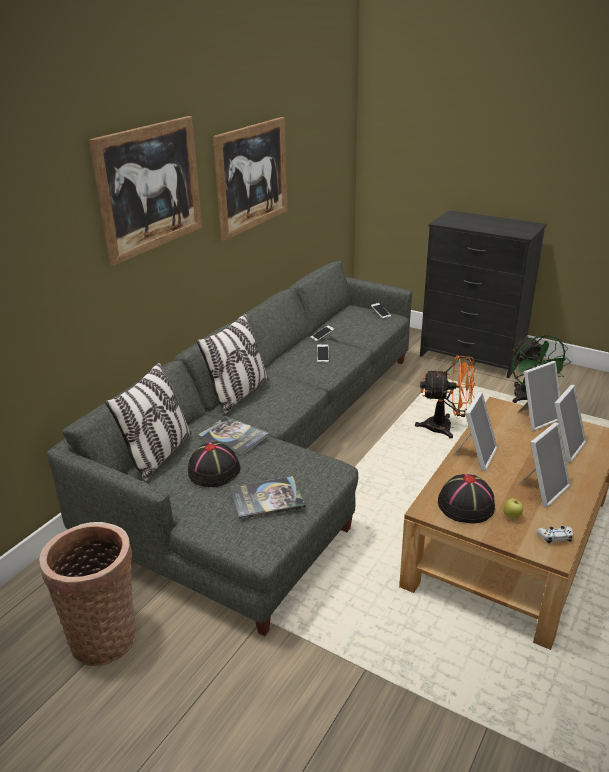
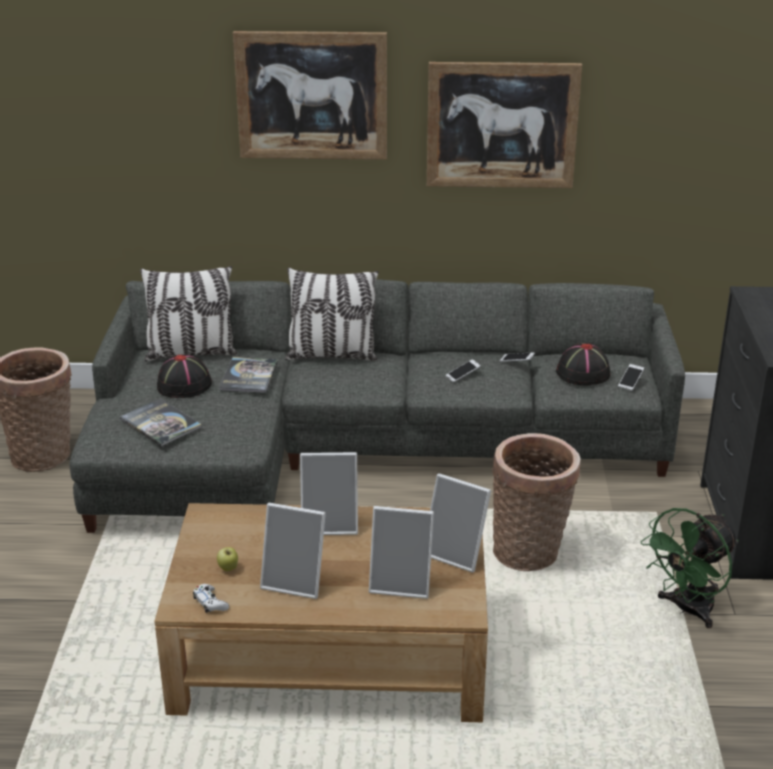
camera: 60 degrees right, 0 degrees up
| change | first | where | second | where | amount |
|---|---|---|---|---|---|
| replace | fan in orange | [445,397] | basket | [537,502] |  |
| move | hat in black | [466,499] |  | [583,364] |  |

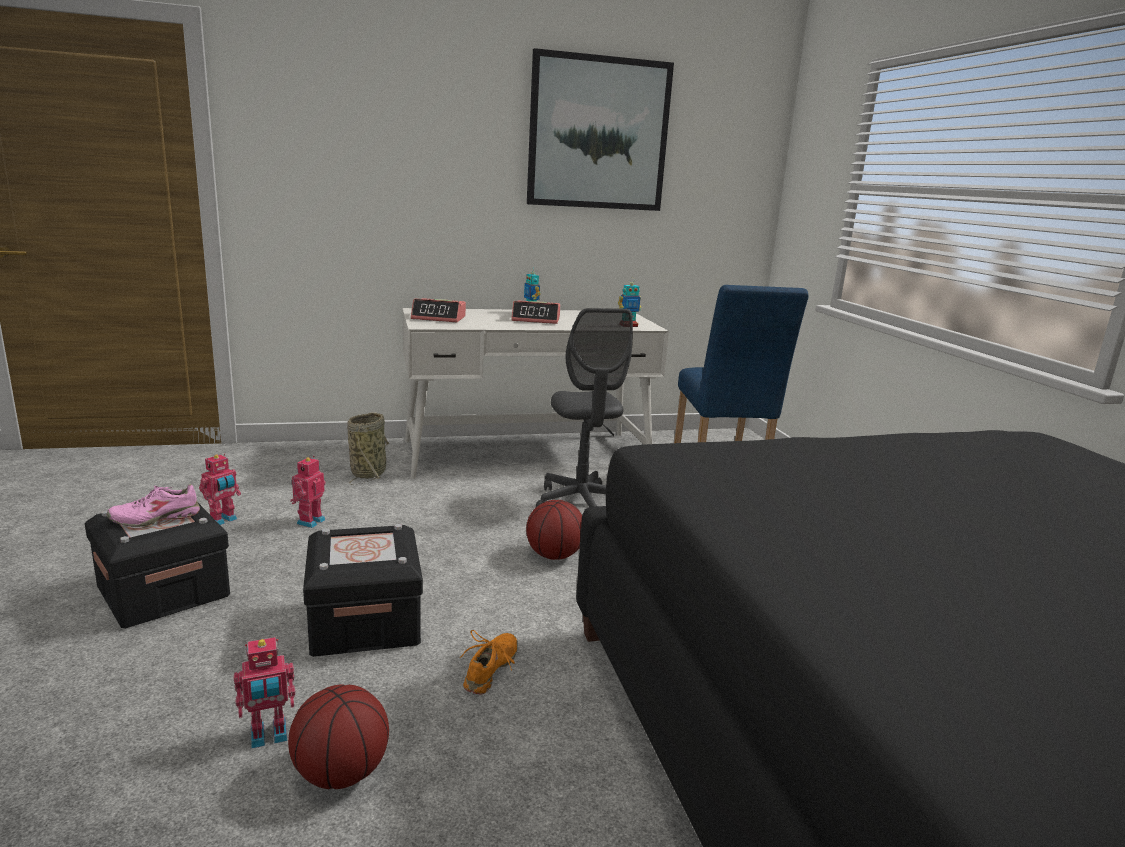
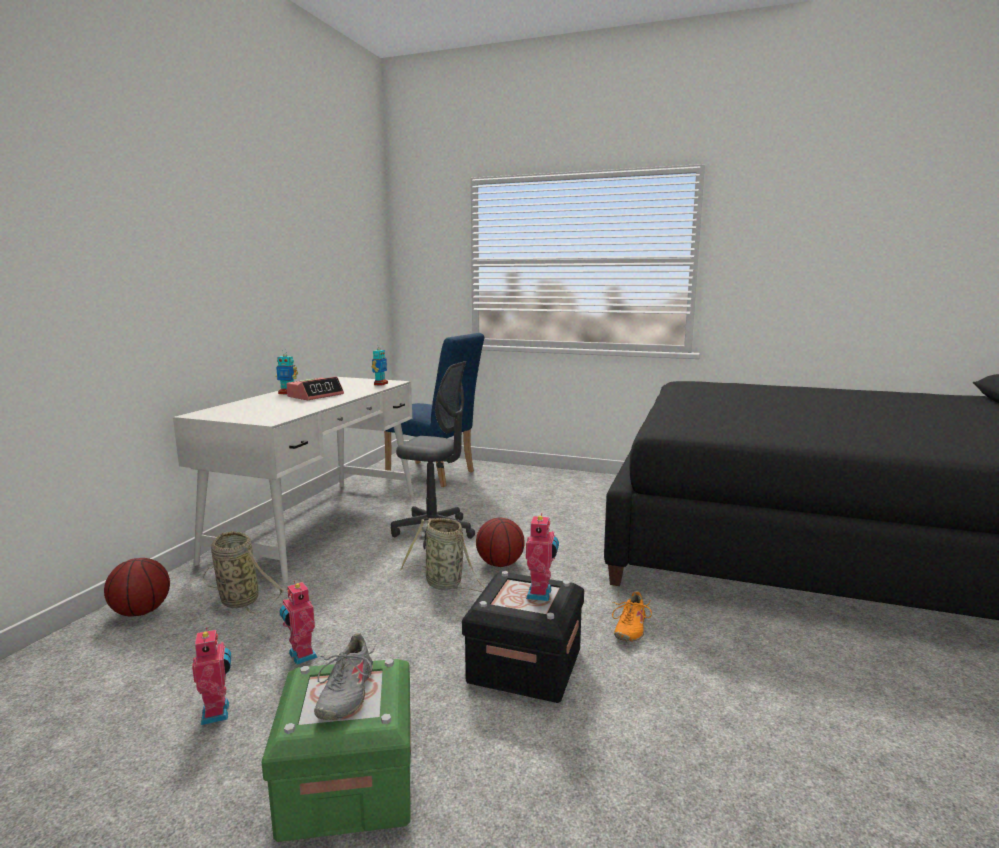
camera: 55 degrees left, 5 degrees down
| change | first | where | second | where | amount |
|---|---|---|---|---|---|
| recolor | storage box in black | [157,566] | storage box in green | [336,750] |  |
| recolor | shoe in pink | [153,505] | shoe in grey | [345,676] |  |
| move | toy robot | [264,692] |  | [542,557] |  |
| move | basketball | [338,736] |  | [137,587] |  |
| delete | alarm clock | [438,310] |  |  |  |
| rotate | shoe in orange | [489,662] |  | [632,616] | 120 degrees counterclockwise |
| delete | picture | [600,129] |  |  |  |
| insert |  |  | basket | [443,555] |  |

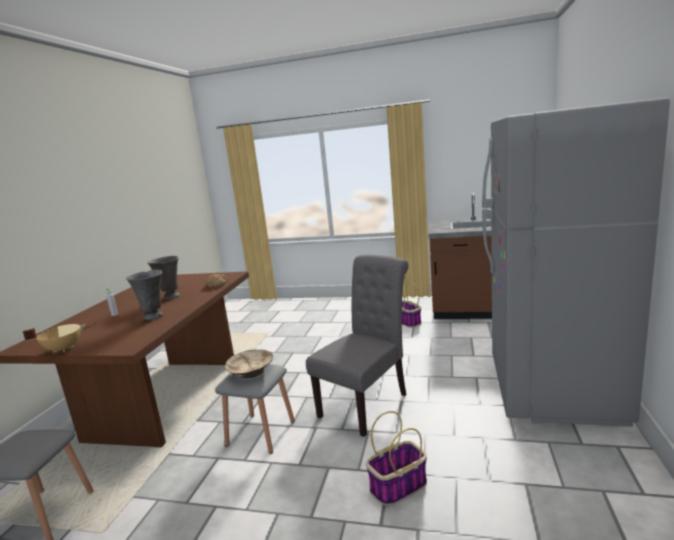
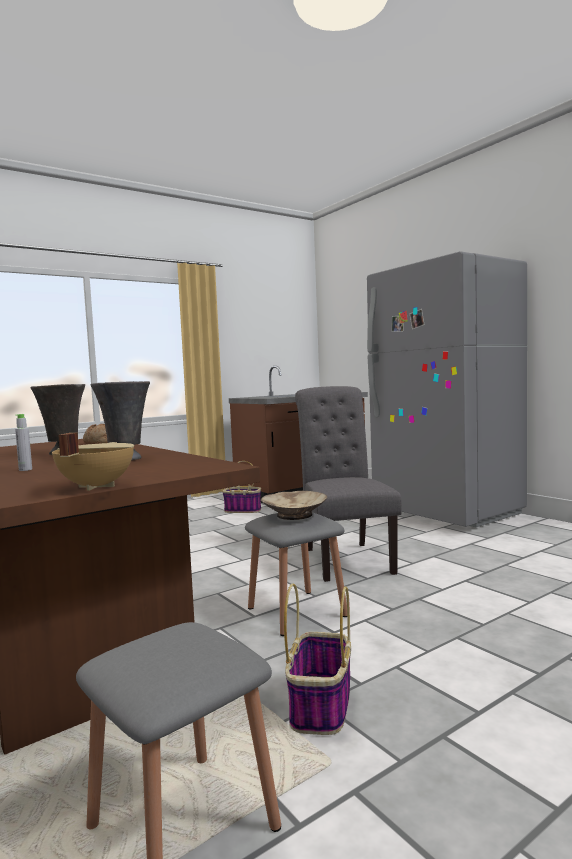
camera: 50 degrees left, 10 degrees down
| change | first | where | second | where | amount |
|---|---|---|---|---|---|
| move | basket | [396,458] |  | [317,659] |  |

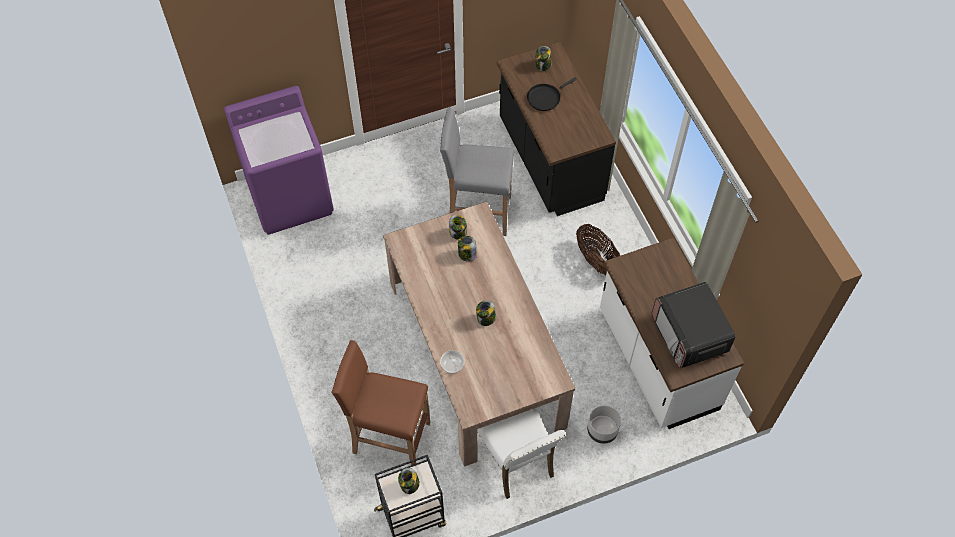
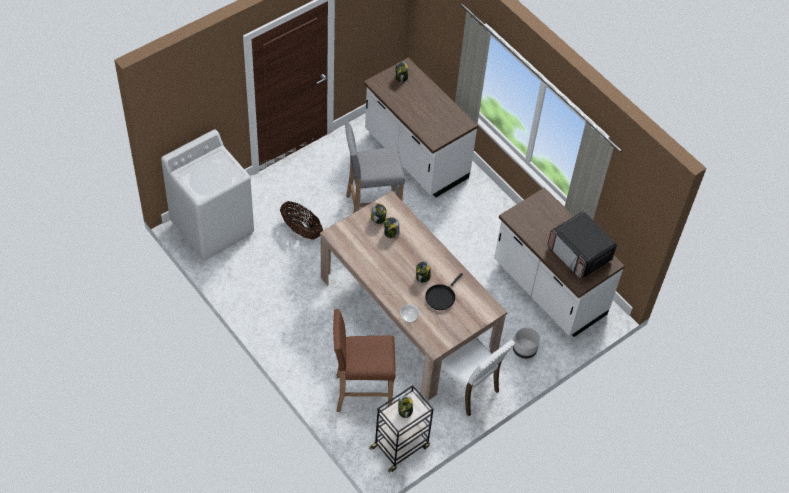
camera: 20 degrees left, 5 degrees down
| change | first | where | second | where | amount |
|---|---|---|---|---|---|
| recolor | washing machine in purple | [279,160] | washing machine in white | [207,195] |  |
| recolor | counter in black | [556,129] | counter in white | [421,127] |  |
| move | frying pan in black | [552,94] |  | [444,291] |  |
| move | basket | [598,250] |  | [301,220] |  |

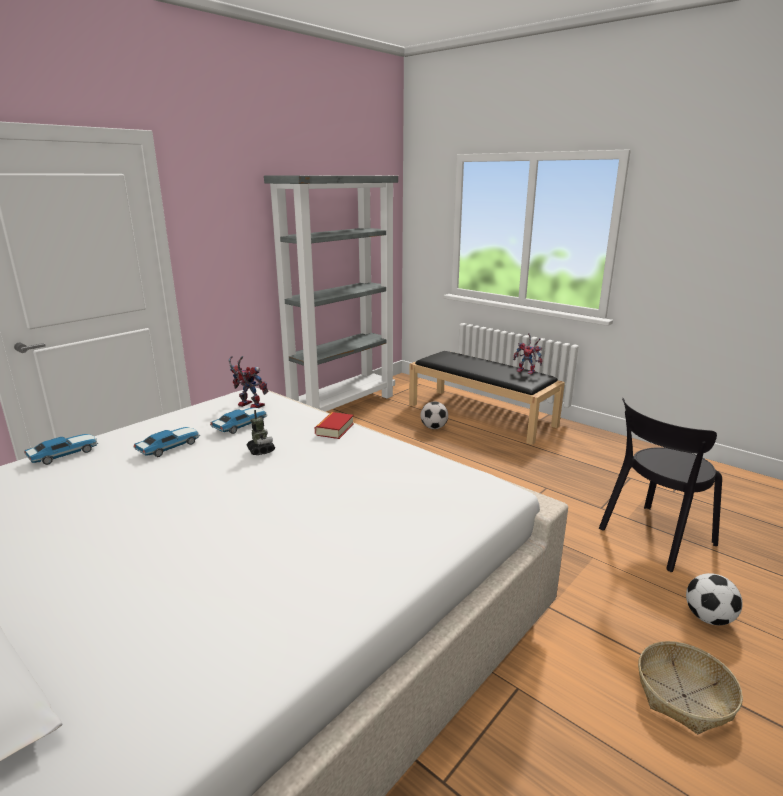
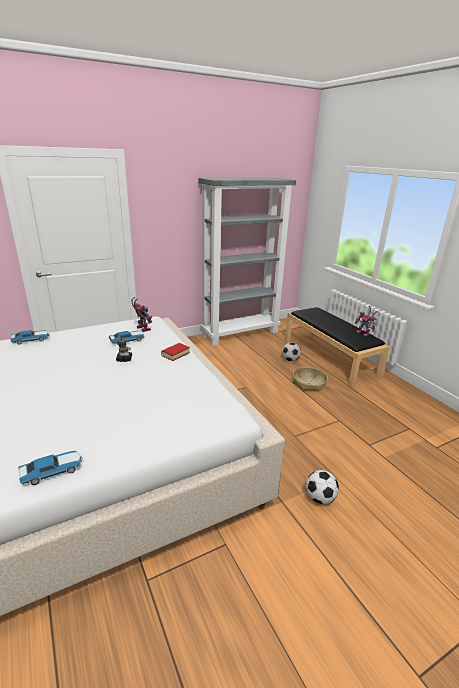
camera: 20 degrees right, 5 degrees up
| change | first | where | second | where | amount |
|---|---|---|---|---|---|
| move | toy car | [167,442] |  | [50,468] |  |
| delete | chair in black | [660,485] |  |  |  |
| move | basket | [690,687] |  | [310,379] |  |
| move | football | [714,599] |  | [322,487] |  |

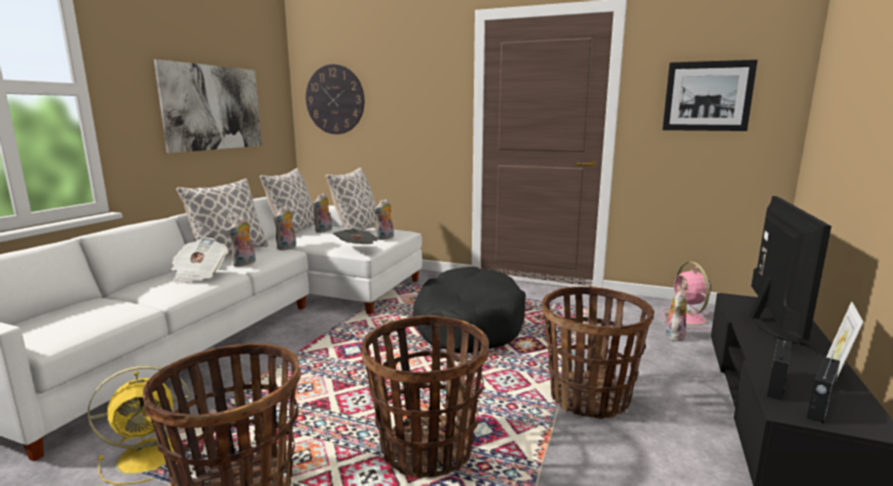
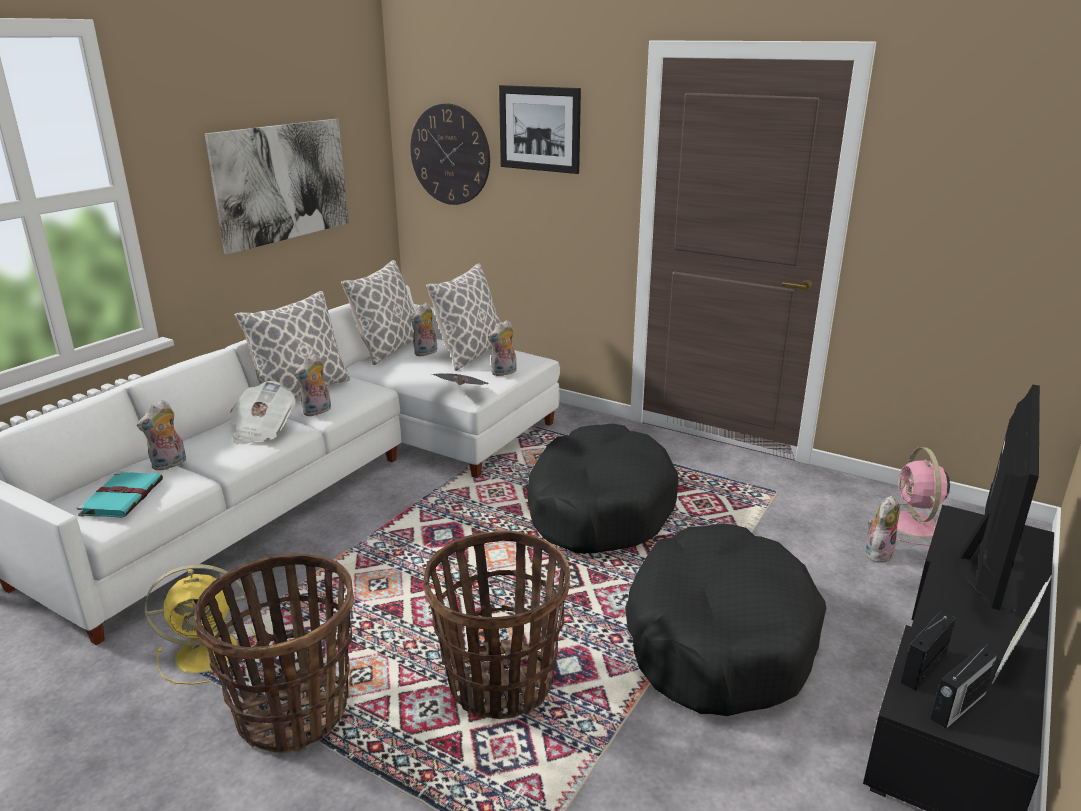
camera: 10 degrees right, 10 degrees up
| change | first | where | second | where | amount |
|---|---|---|---|---|---|
| move | plush toy | [285,228] |  | [161,435] |  |
| replace | basket | [598,353] | dog bed in black | [725,620] |  |
| move | picture | [710,95] |  | [540,129] |  |
| insert |  |  | book in turquoise | [120,494] |  |

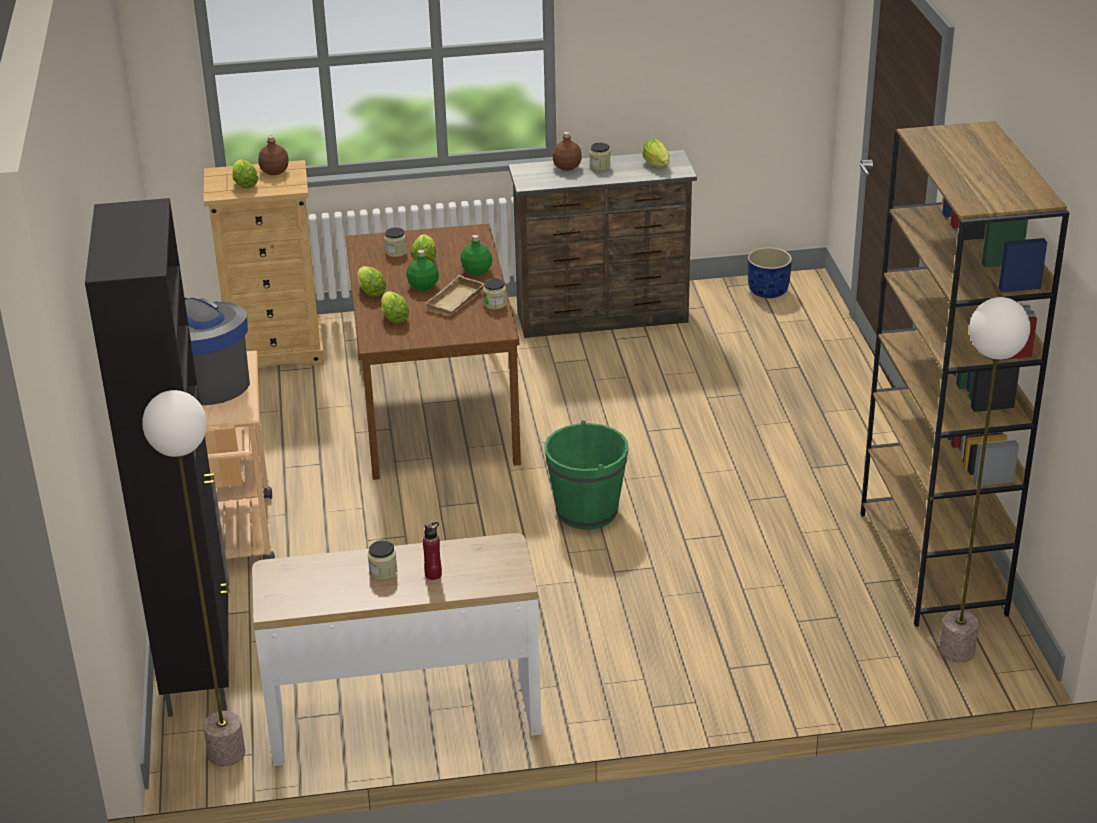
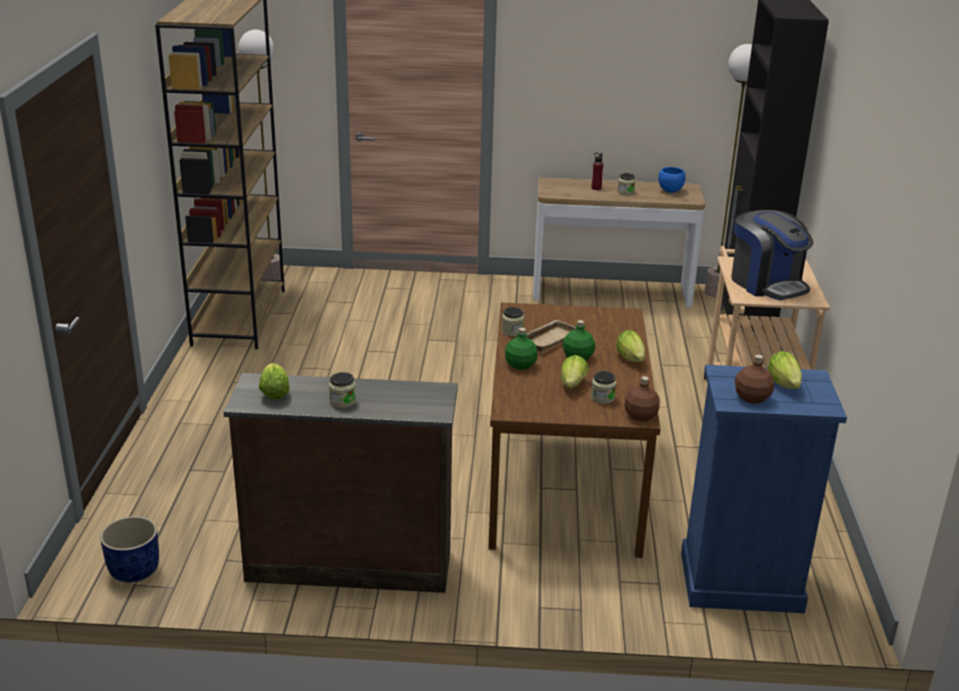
camera: 170 degrees left, 5 degrees down
| change | first | where | second | where | amount |
|---|---|---|---|---|---|
| recolor | dresser in beige | [264,264] | dresser in blue | [764,489] |  |
| delete | lettuce | [395,307] |  |  |  |
| delete | bucket in green | [586,475] |  |  |  |
| move | bottle in brown | [567,151] |  | [642,398] |  |
| insert |  |  | bowl in blue | [672,180] |  |

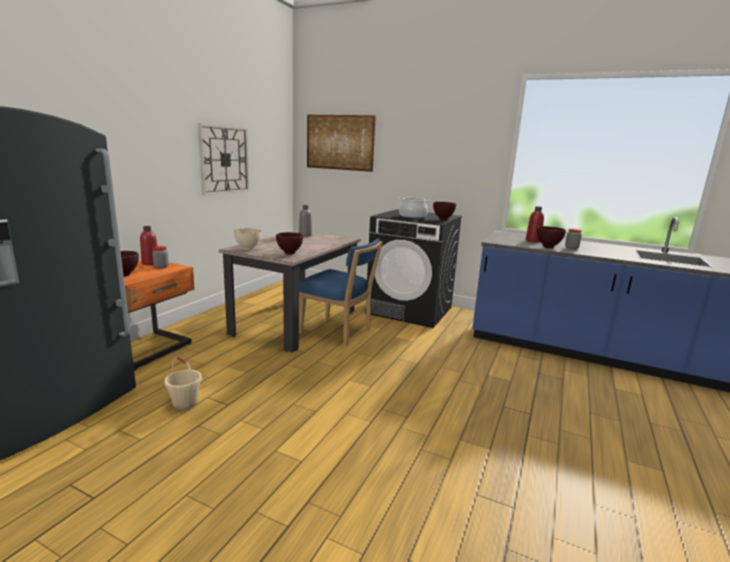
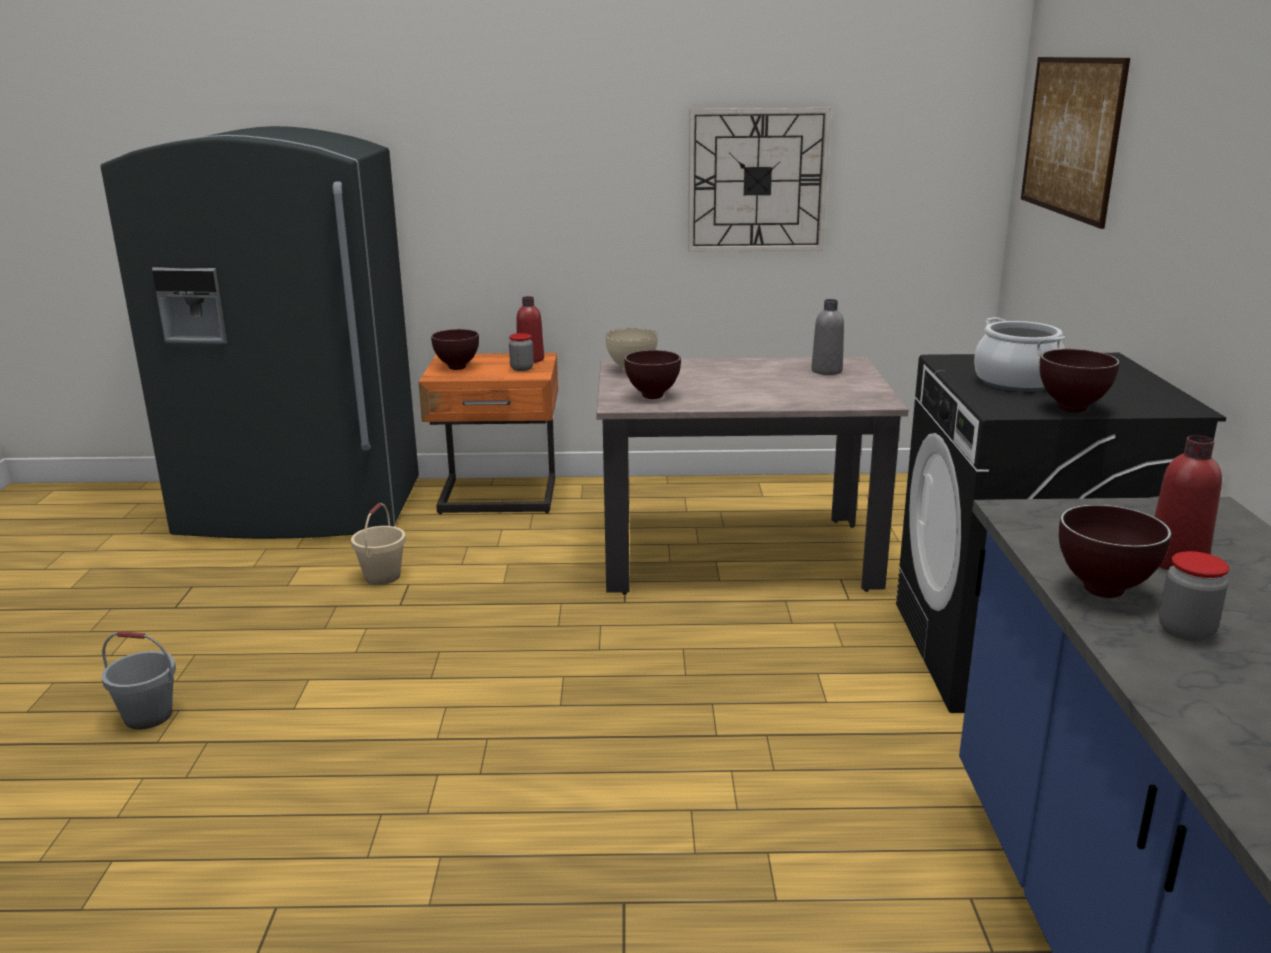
camera: 65 degrees right, 5 degrees up
| change | first | where | second | where | amount |
|---|---|---|---|---|---|
| delete | chair in blue | [341,292] |  |  |  |
| insert |  |  | bucket in grey | [138,680] |  |

